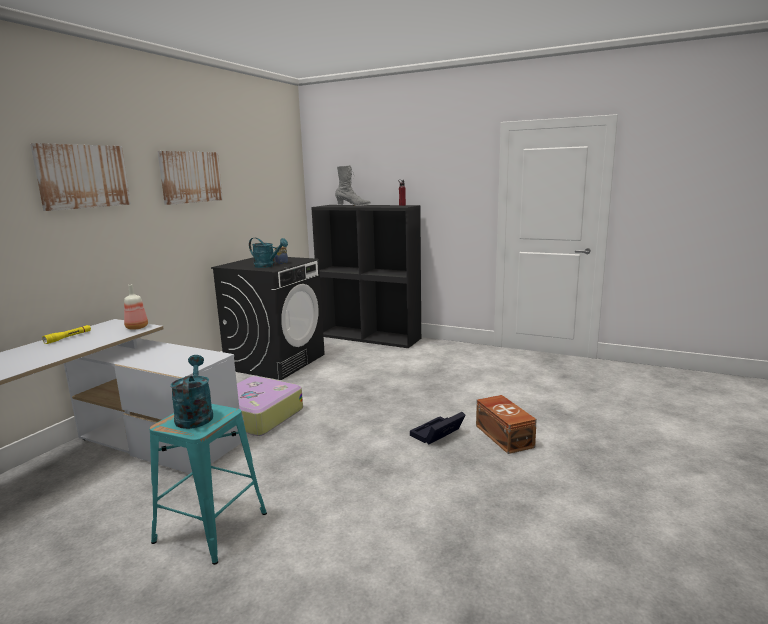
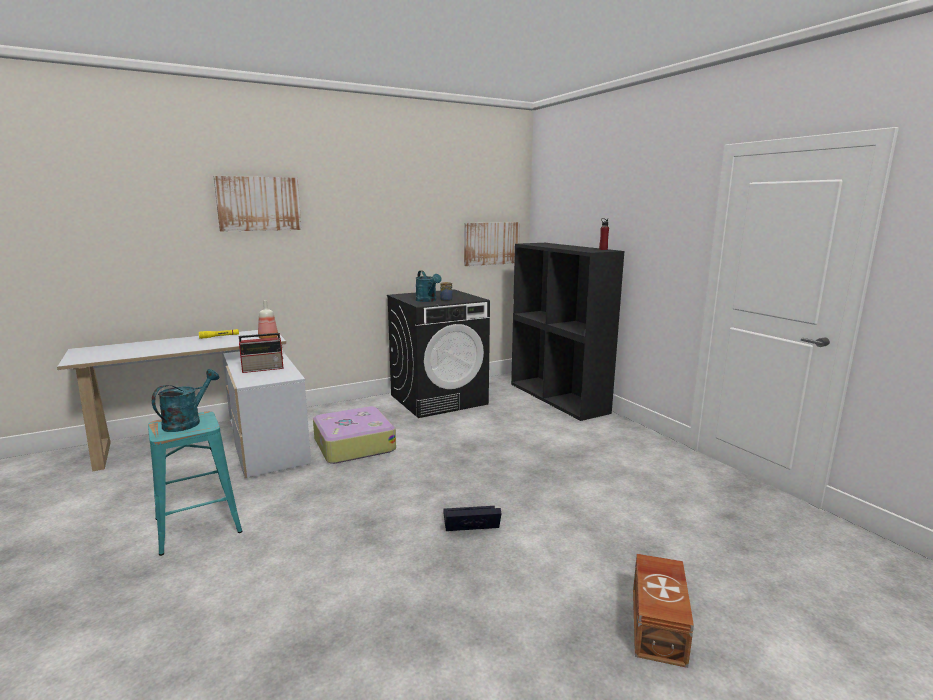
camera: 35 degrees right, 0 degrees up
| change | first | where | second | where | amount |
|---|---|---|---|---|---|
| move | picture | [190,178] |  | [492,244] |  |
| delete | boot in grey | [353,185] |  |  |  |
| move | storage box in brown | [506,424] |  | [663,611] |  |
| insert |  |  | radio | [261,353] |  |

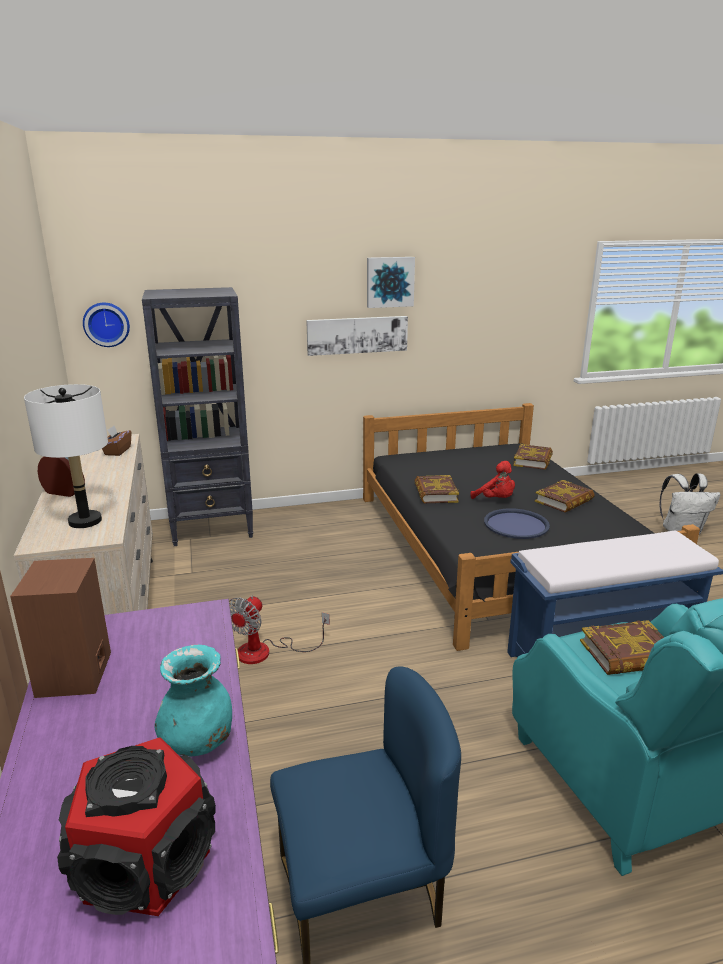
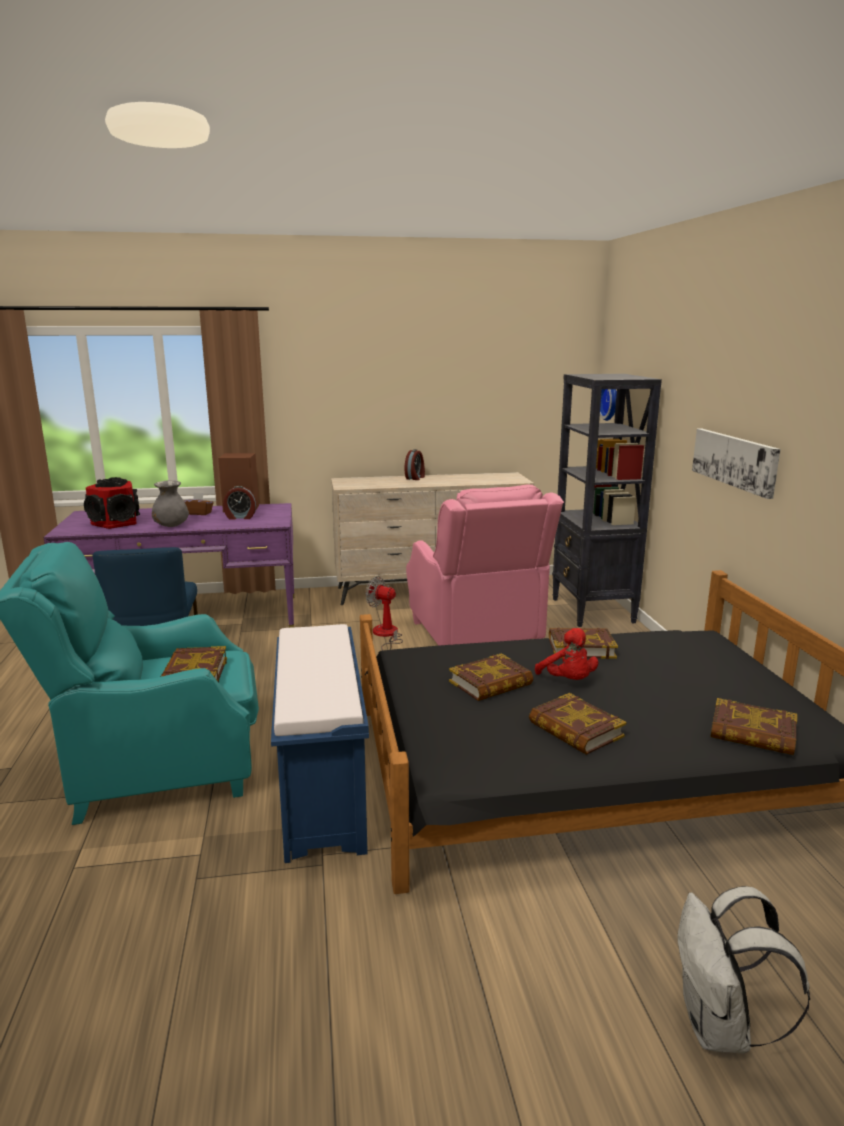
camera: 95 degrees right, 5 degrees down
| change | first | where | second | where | amount |
|---|---|---|---|---|---|
| delete | table lamp in white | [66,456] |  |  |  |
| move | tissue box in brown | [116,441] |  | [198,504] |  |
| recolor | vase in turquoise | [193,700] | vase in grey | [170,503] |  |
| delete | picture | [391,282] |  |  |  |
| rotate | plush toy in red | [492,480] |  | [566,654] | 75 degrees counterclockwise |
| replace | tray in blue | [517,523] | book | [491,677] |  |
| insert |  |  | alarm clock | [240,503] |  |
| insert |  |  | armchair in pink | [485,565] |  |

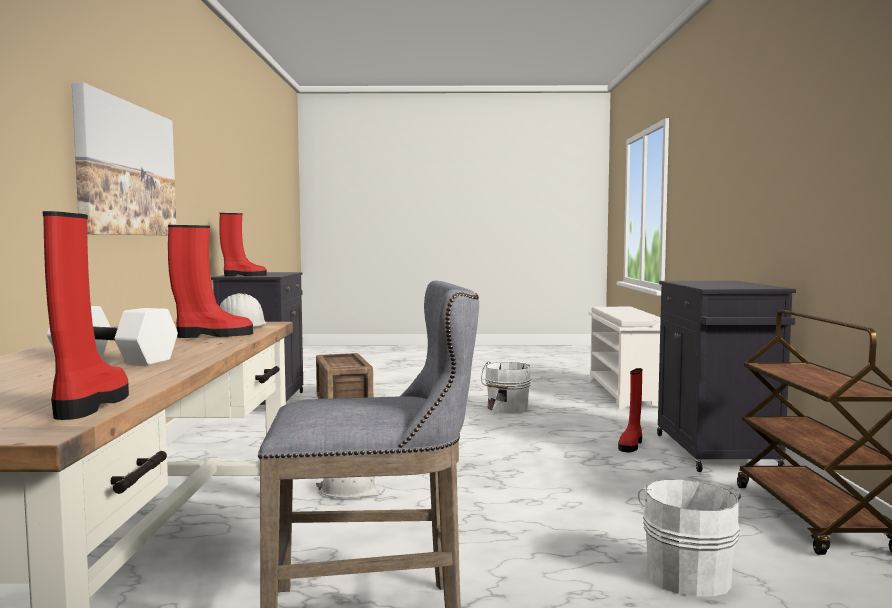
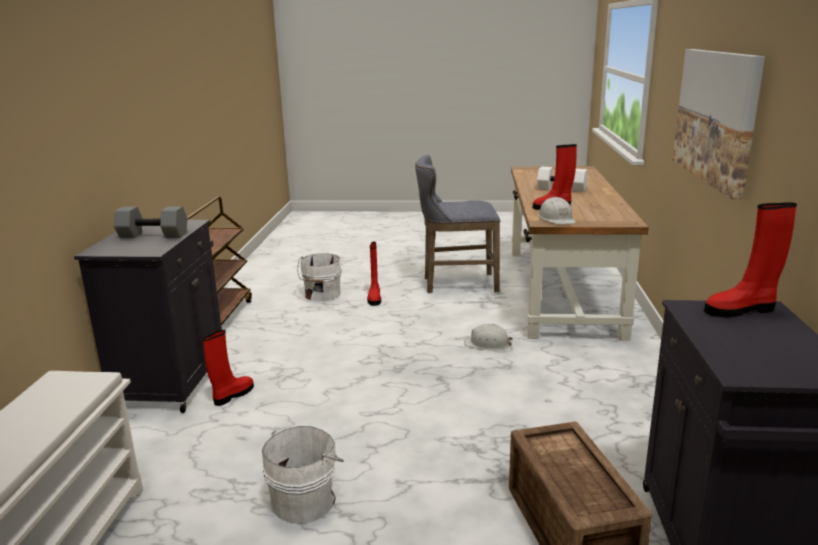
camera: 175 degrees left, 15 degrees up
| change | first | where | second | where | amount |
|---|---|---|---|---|---|
| move | boot in red | [86,315] |  | [374,274] |  |
| insert |  |  | dumbbell in grey | [150,222] |  |

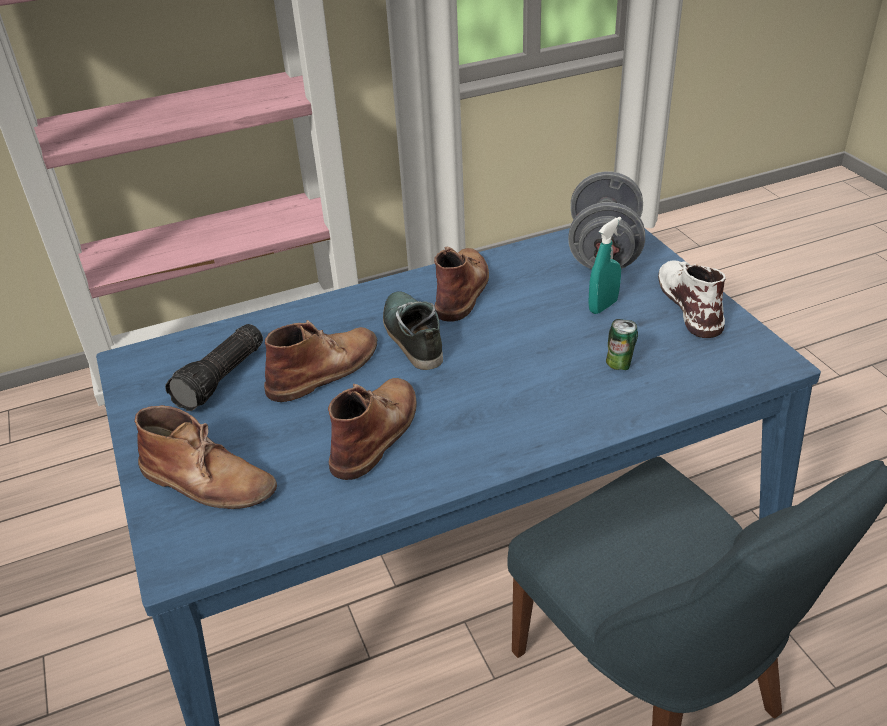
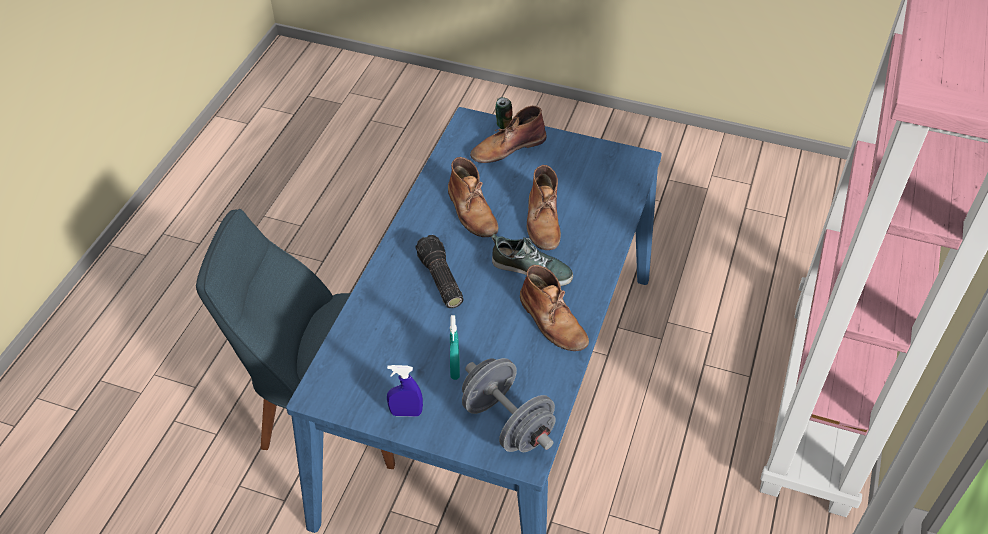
camera: 130 degrees right, 10 degrees up
| change | first | where | second | where | amount |
|---|---|---|---|---|---|
| move | flashlight | [214,367] |  | [439,271] |  |
| move | can | [622,344] |  | [504,113] |  |
| replace | boot in white | [692,299] | spray bottle in blue | [405,391] |  |

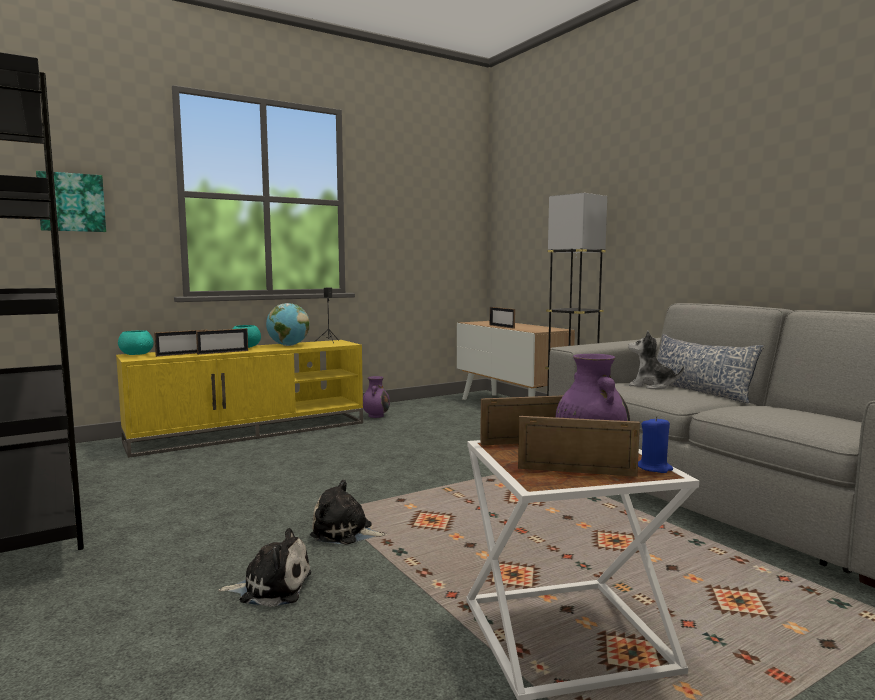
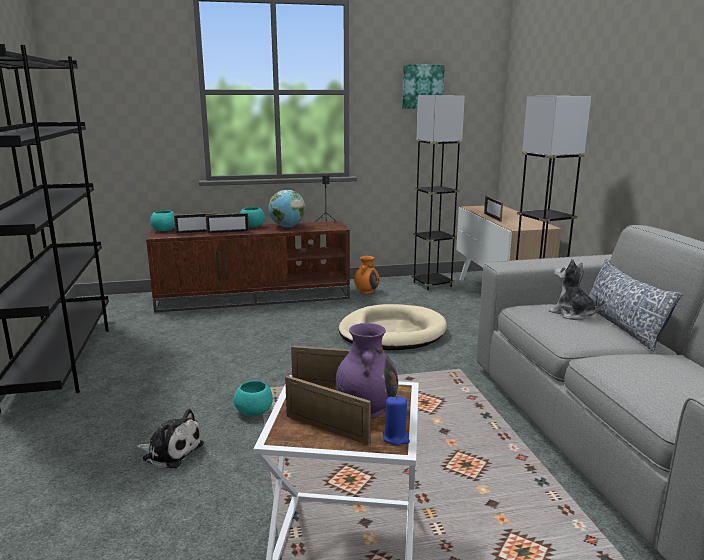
camera: 20 degrees right, 10 degrees up
| change | first | where | second | where | amount |
|---|---|---|---|---|---|
| move | picture | [71,201] |  | [423,86] |  |
| recolor | tv stand in yellow | [239,399] | tv stand in brown | [248,267] |  |
| replace | plush toy | [348,512] | bowl in turquoise | [253,398] |  |
| recolor | vase in purple | [376,397] | vase in orange | [367,275] |  |
| insert |  |  | dog bed in beige | [392,327] |  |
| insert |  |  | floor lamp in grey | [438,192] |  |

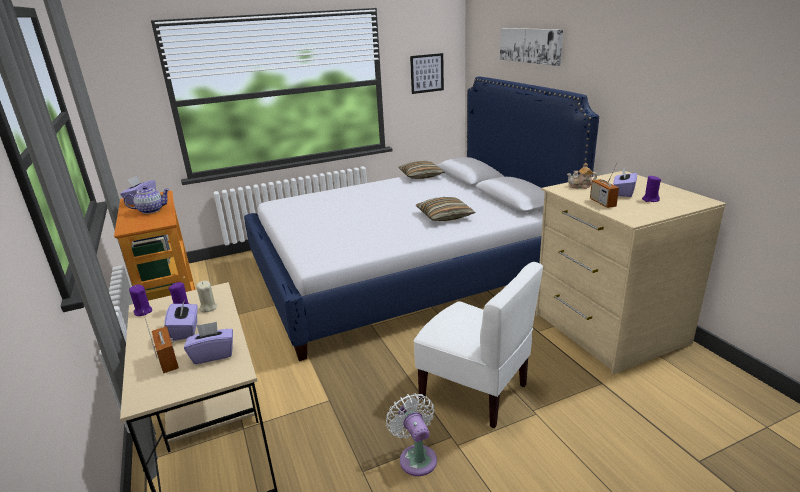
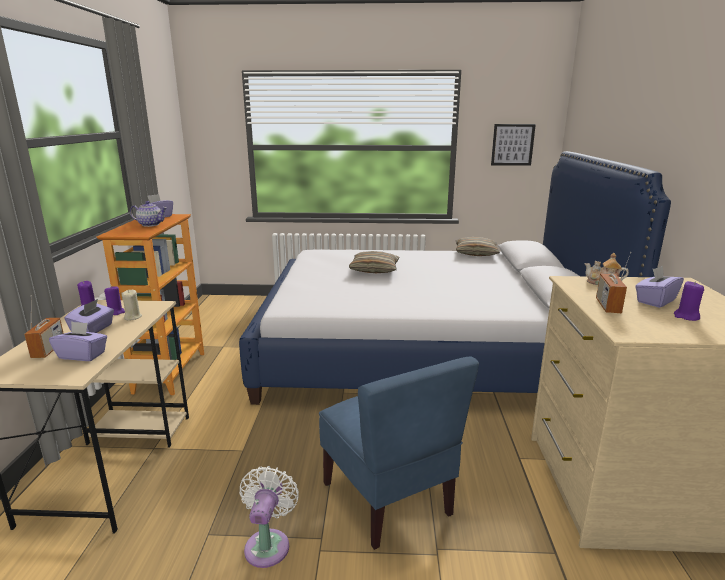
camera: 25 degrees right, 5 degrees down
| change | first | where | second | where | amount |
|---|---|---|---|---|---|
| recolor | chair in white | [478,345] | chair in blue | [399,453] |  |
| move | pillow | [446,209] |  | [374,262] |  |
| delete | picture | [531,47] |  |  |  |

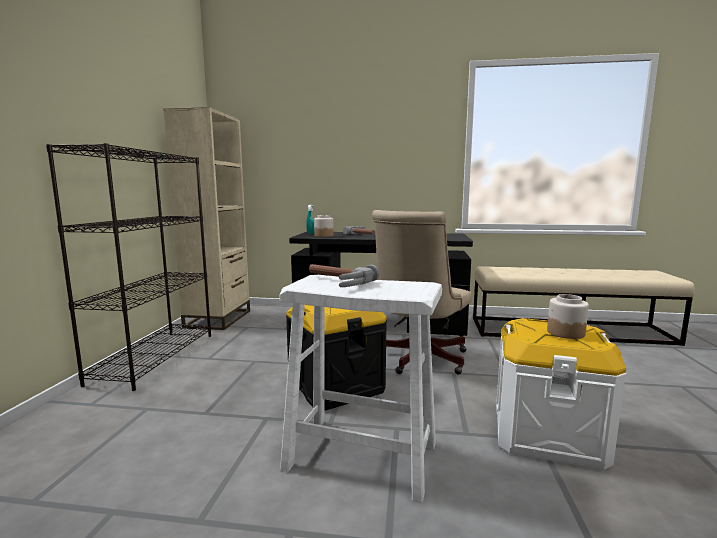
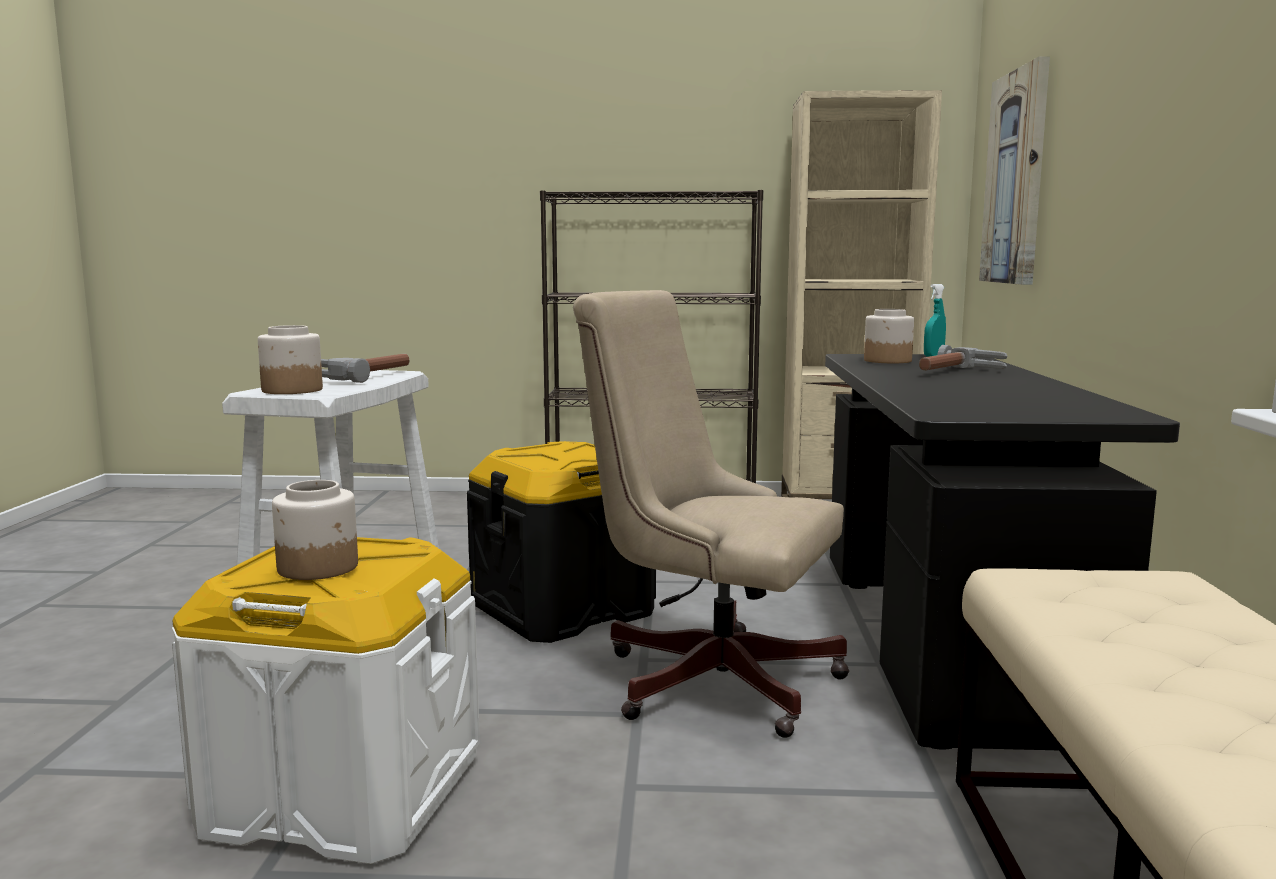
camera: 85 degrees right, 0 degrees up
| change | first | where | second | where | amount |
|---|---|---|---|---|---|
| insert |  |  | jar | [290,359] |  |
| insert |  |  | picture | [1014,170] |  |

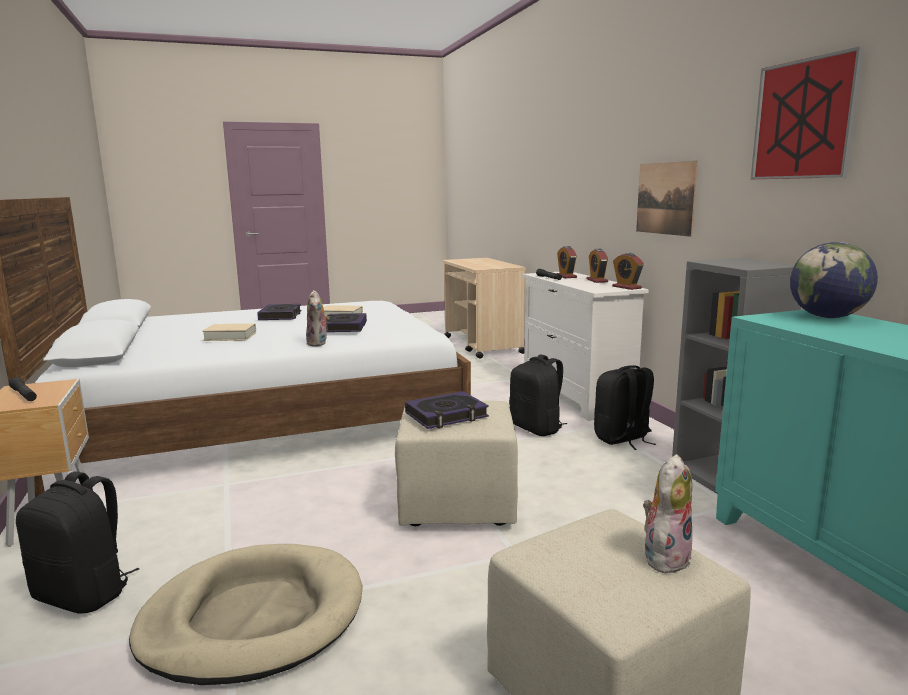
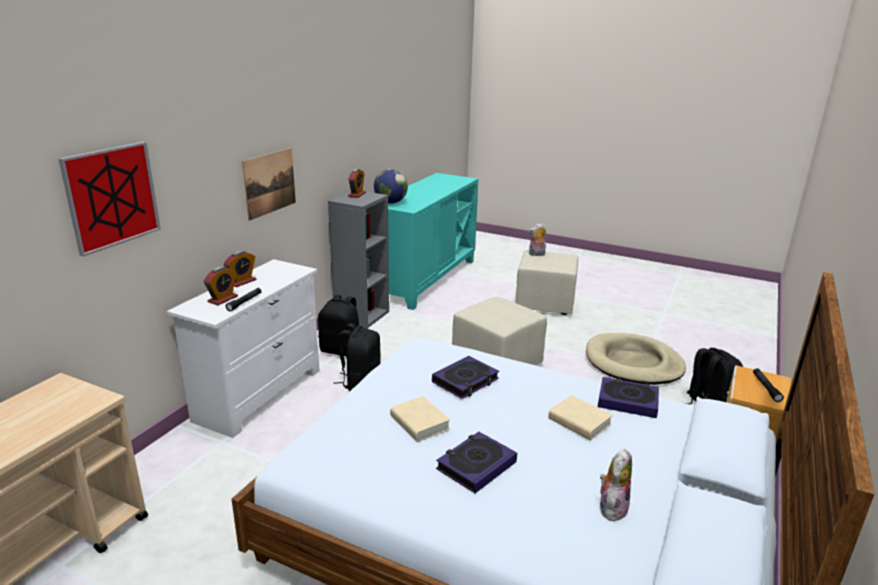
camera: 135 degrees left, 10 degrees up
| change | first | where | second | where | amount |
|---|---|---|---|---|---|
| move | plush toy | [318,318] |  | [616,485] |  |
| move | book | [447,410] |  | [628,397] |  |
| move | alarm clock | [628,271] |  | [357,183] |  |
| move | picture | [808,112] |  | [110,199] |  |

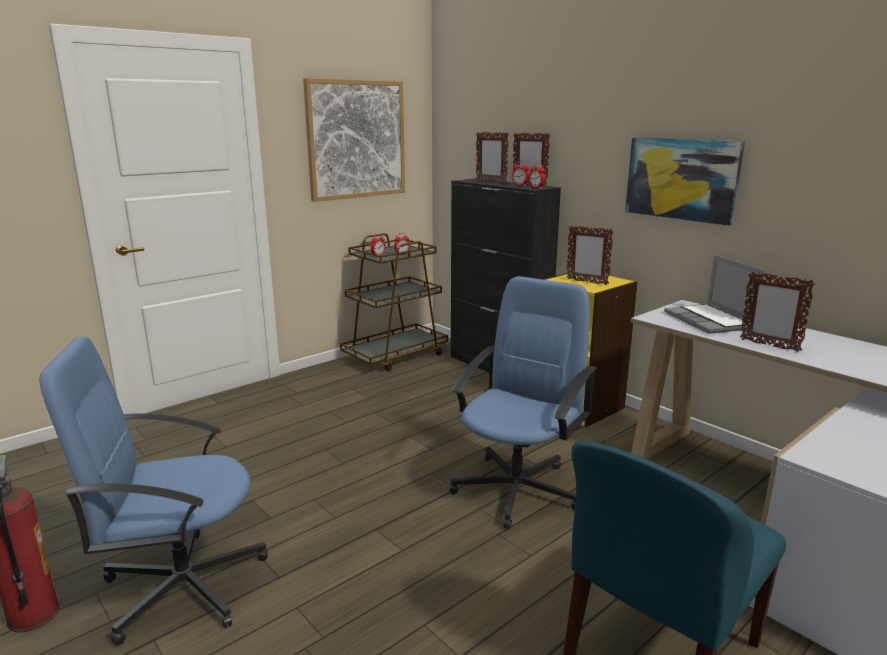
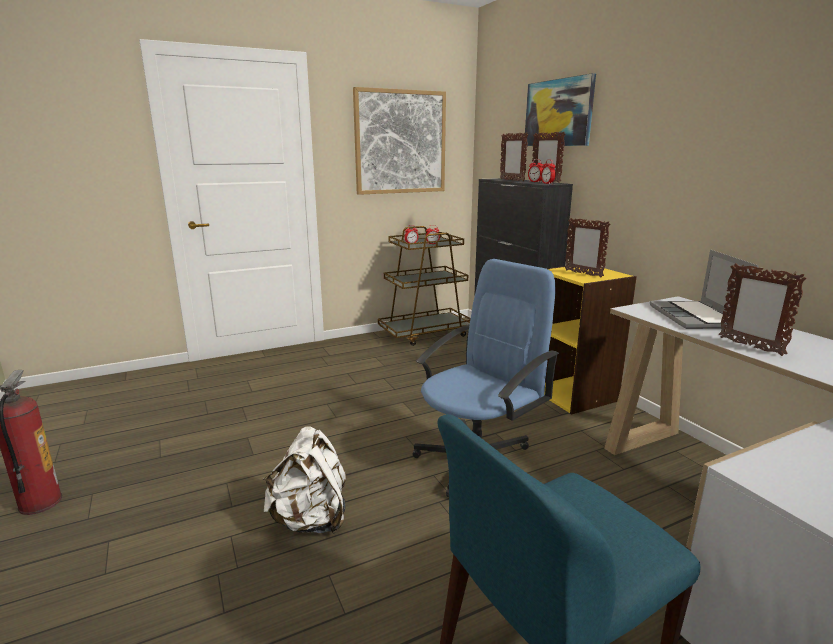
camera: 15 degrees right, 0 degrees up
| change | first | where | second | where | amount |
|---|---|---|---|---|---|
| delete | office chair in blue | [153,491] |  |  |  |
| move | picture | [685,181] |  | [560,109] |  |
| insert |  |  | backpack in white | [304,480] |  |

